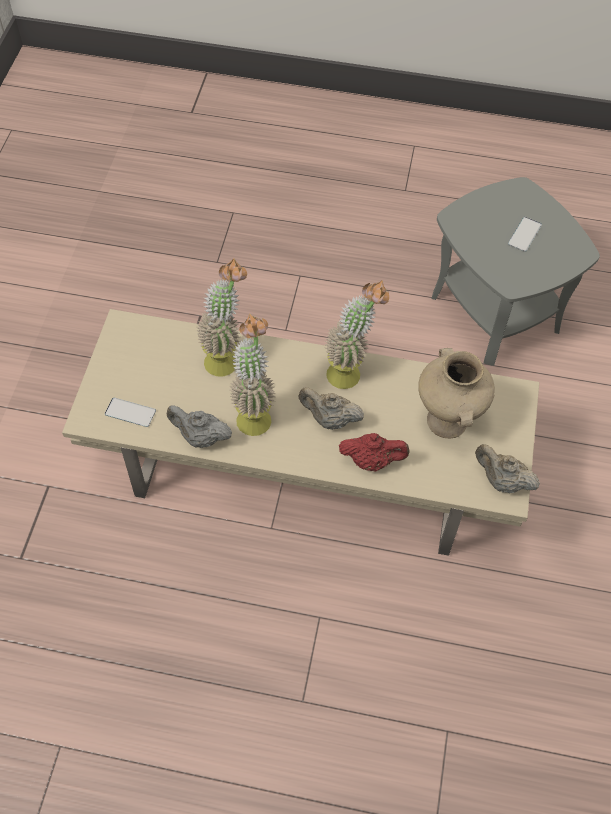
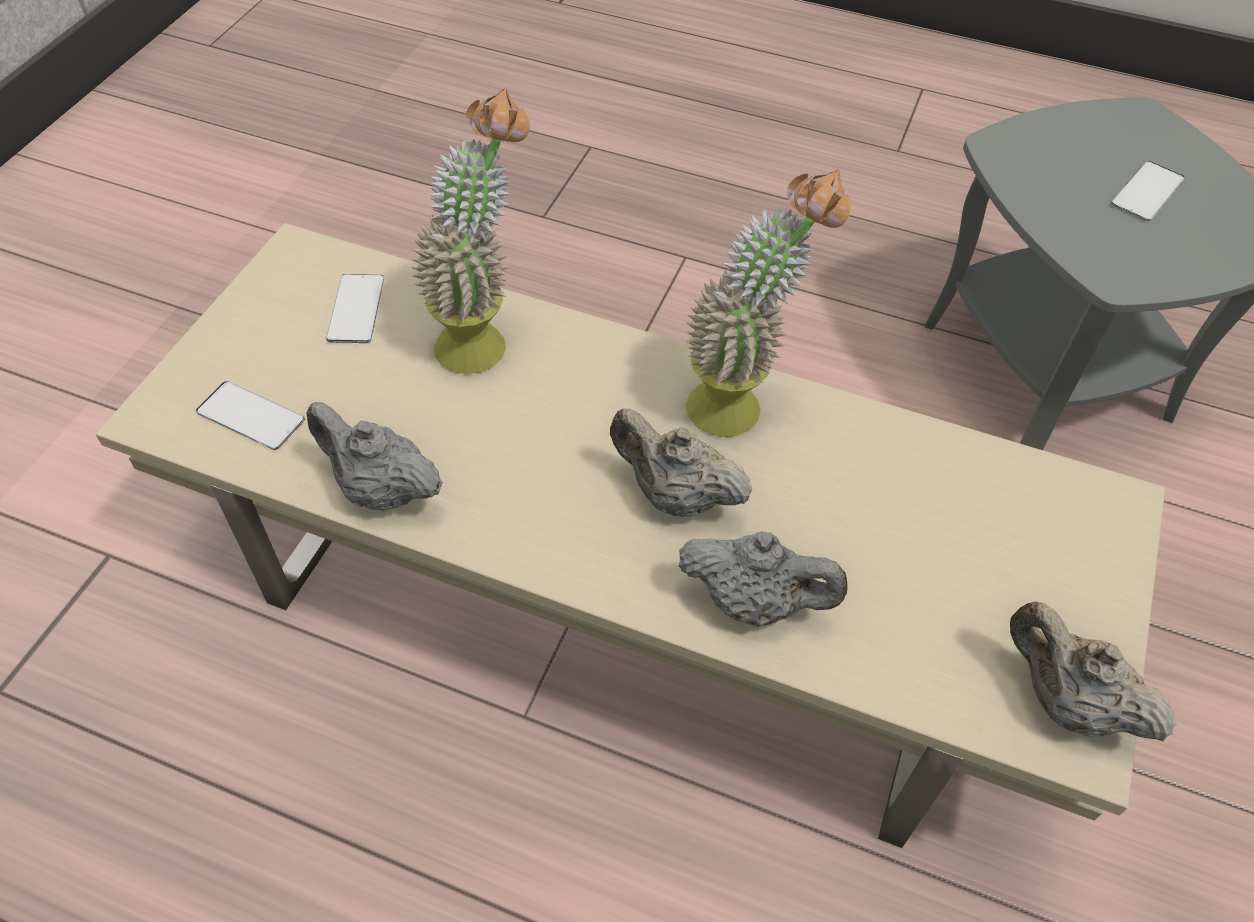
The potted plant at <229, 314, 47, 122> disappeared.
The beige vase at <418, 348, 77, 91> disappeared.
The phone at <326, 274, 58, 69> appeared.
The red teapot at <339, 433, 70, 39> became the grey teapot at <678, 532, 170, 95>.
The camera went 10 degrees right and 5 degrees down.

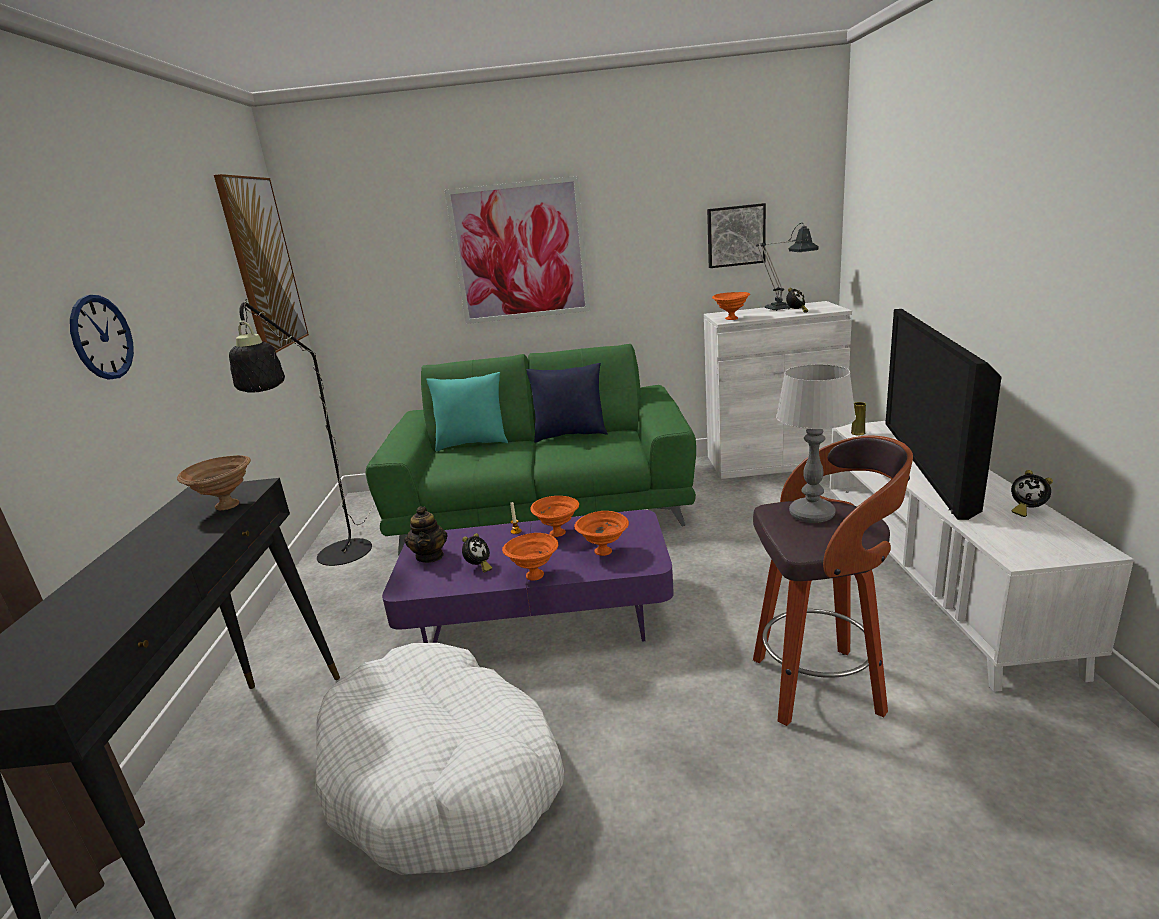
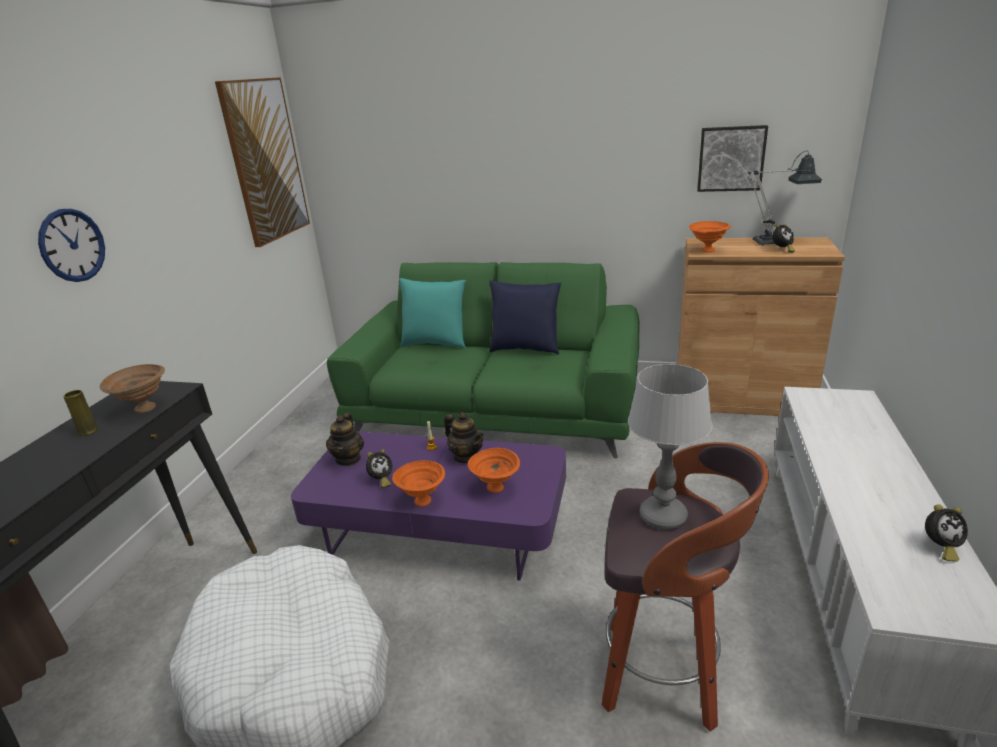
The black floor lamp at <229, 299, 146, 267> disappeared.
The picture at <445, 176, 145, 148> disappeared.
The television at <885, 309, 116, 211> disappeared.
The yellow vase moved from <851, 402, 15, 33> to <63, 390, 36, 46>.
The orange bowl at <530, 496, 49, 41> was replaced by the teapot at <444, 412, 40, 51>.
The white cabinet at <704, 301, 148, 178> became the brown cabinet at <677, 237, 168, 179>.
The alarm clock at <1011, 470, 42, 47> turned 60 degrees counterclockwise.
The camera went 15 degrees right and 5 degrees up.

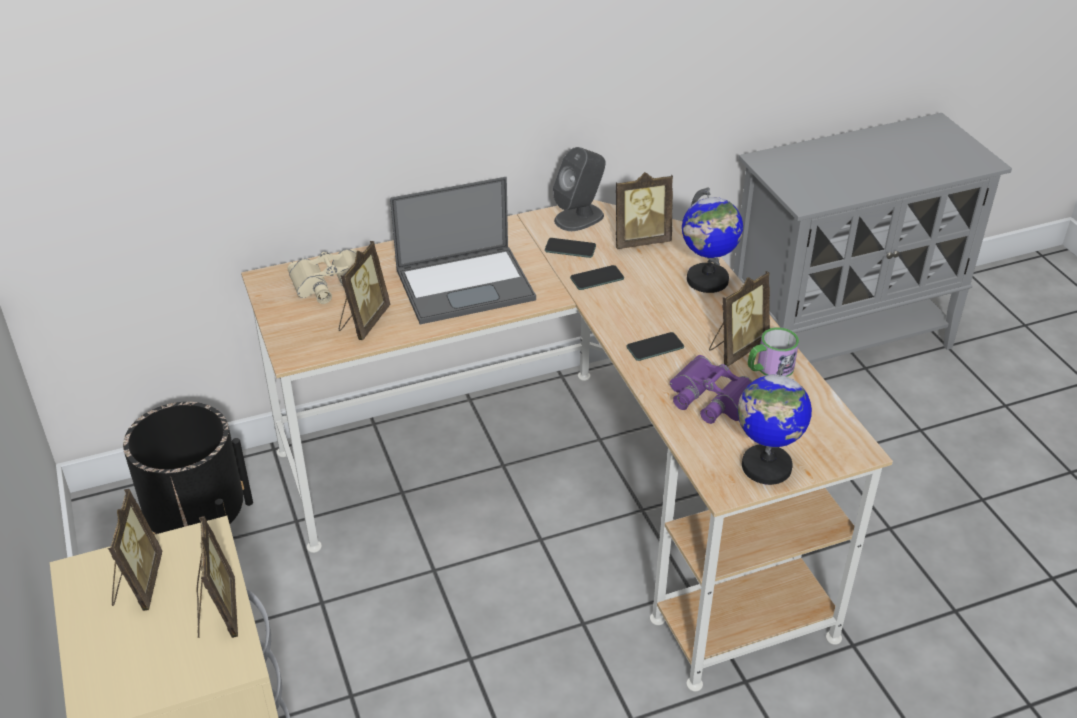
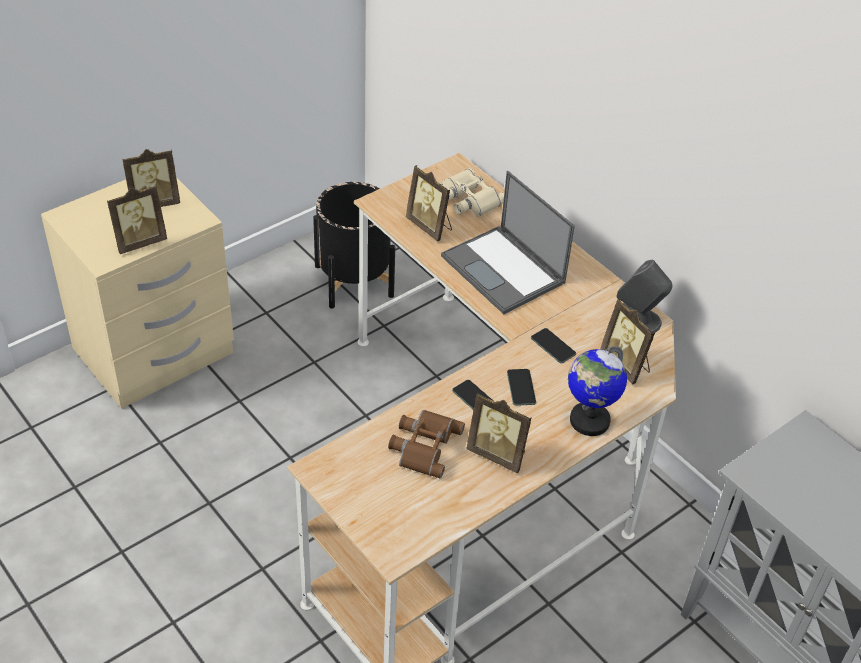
The globe at <738, 364, 74, 121> disappeared.
The mug at <748, 327, 51, 50> disappeared.
The phone moved from <545, 238, 51, 20> to <507, 369, 29, 37>.
The purple binoculars at <670, 355, 82, 69> became the brown binoculars at <388, 410, 77, 68>.
The picture frame at <339, 241, 51, 99> turned 45 degrees clockwise.
The camera went 70 degrees right and 5 degrees up.

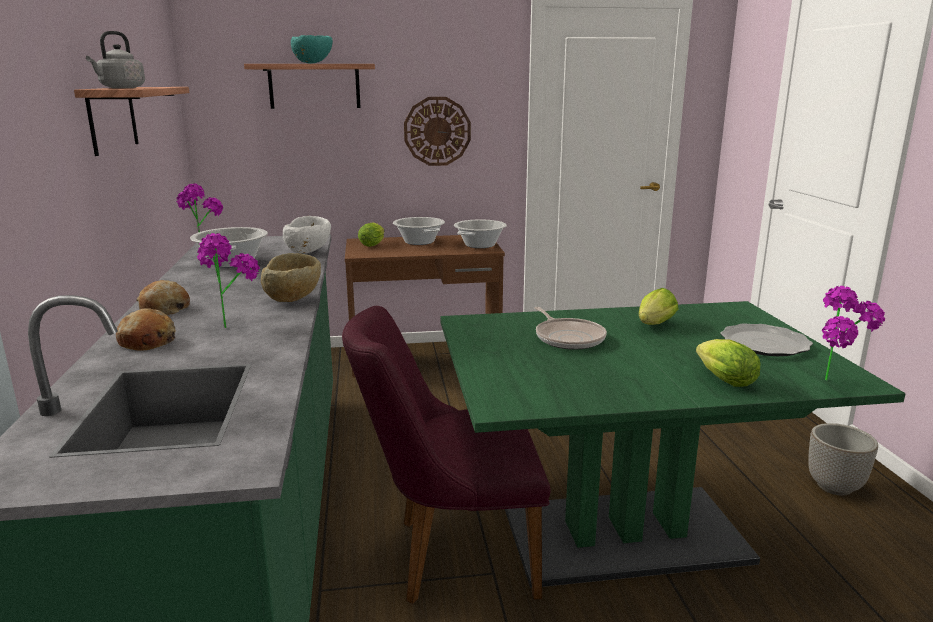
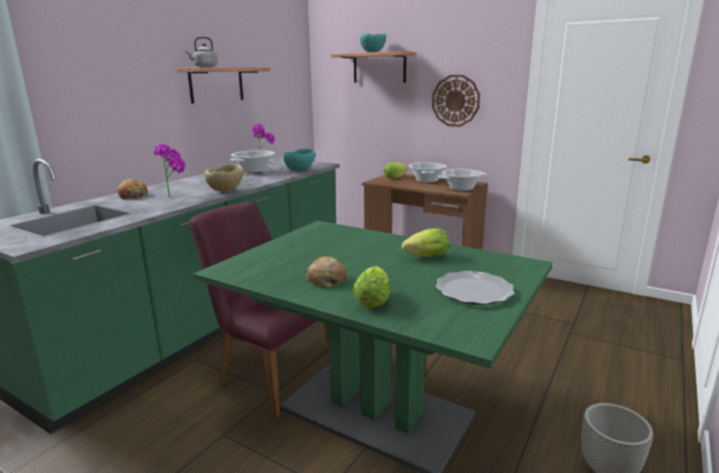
The frying pan at <534, 307, 73, 43> disappeared.
The potted plant at <822, 286, 63, 94> disappeared.
The bread moved from <136, 280, 54, 35> to <307, 256, 39, 32>.
The white bowl at <283, 216, 48, 38> became the turquoise bowl at <283, 149, 32, 23>.
The camera went 40 degrees right and 0 degrees up.

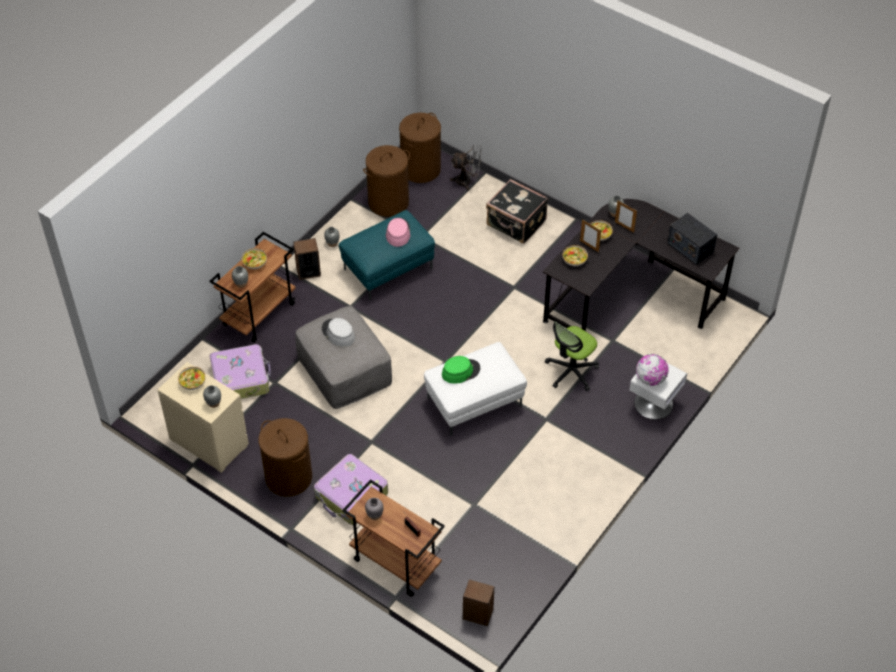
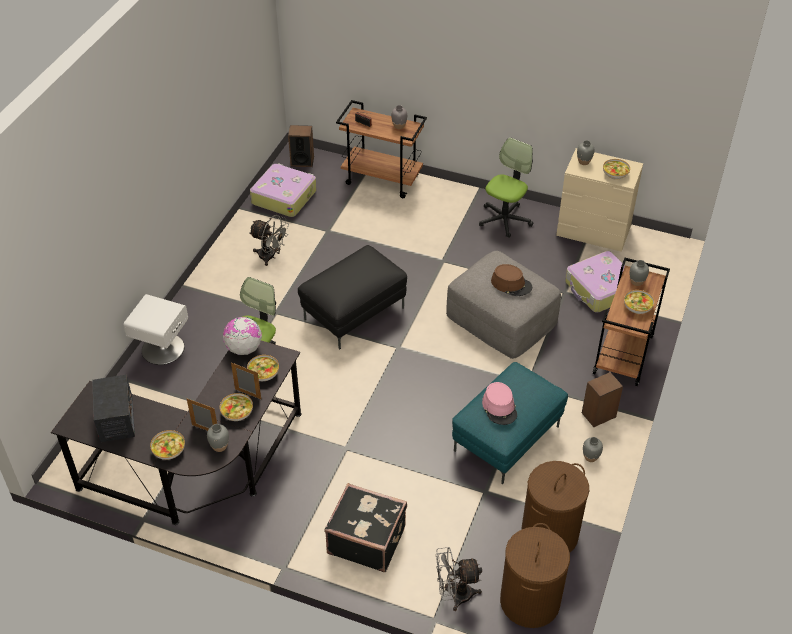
The green hat at <442, 356, 38, 28> disappeared.
The bowl at <150, 430, 35, 30> appeared.
The grey fan at <249, 215, 40, 51> appeared.
The suitcase moved from <314, 454, 74, 71> to <250, 163, 66, 54>.
The globe moved from <636, 354, 33, 32> to <223, 317, 39, 38>.
The brown laundry basket at <258, 418, 54, 79> was replaced by the office chair at <479, 138, 54, 100>.
The grey hat at <322, 318, 33, 29> became the brown hat at <491, 264, 41, 32>.
The white ottoman at <424, 342, 103, 94> became the black ottoman at <298, 245, 109, 104>.
The radio at <667, 213, 50, 52> turned 45 degrees clockwise.
The camera went 165 degrees right and 5 degrees down.

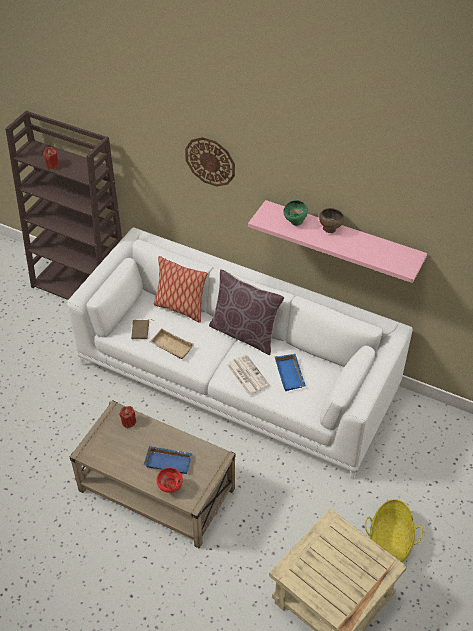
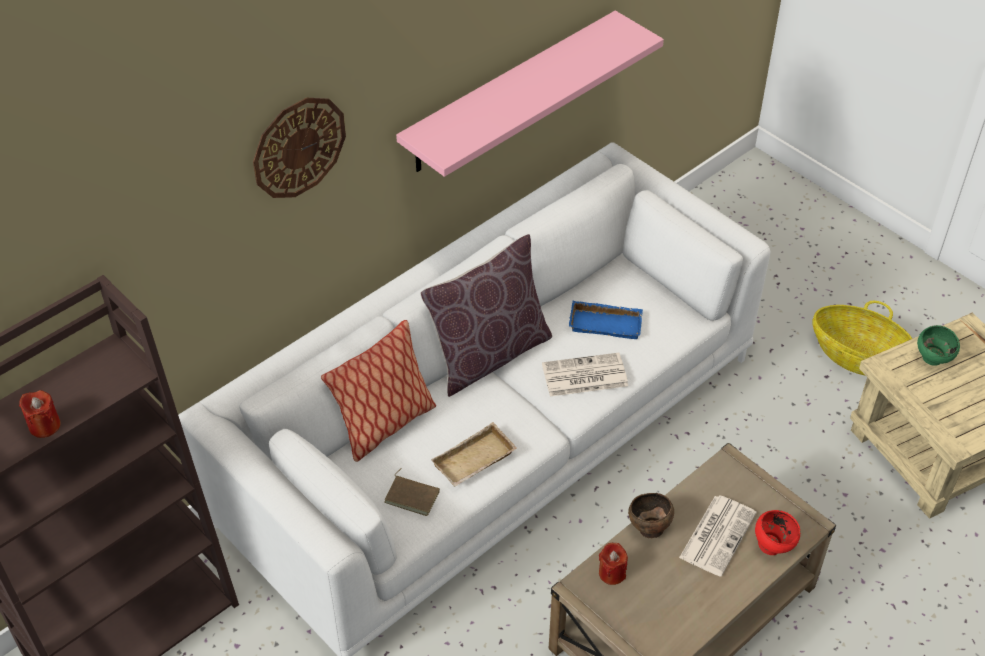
The green bowl moved from <283, 200, 25, 26> to <917, 325, 43, 41>.
The brown bowl moved from <319, 208, 25, 25> to <628, 493, 46, 45>.
The blue tray at <144, 446, 49, 28> was replaced by the newspaper at <679, 495, 78, 81>.
The camera went 70 degrees left and 0 degrees up.

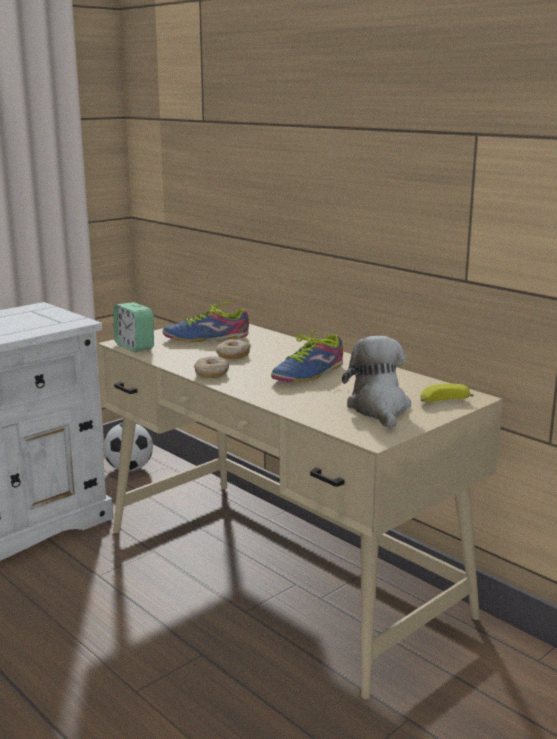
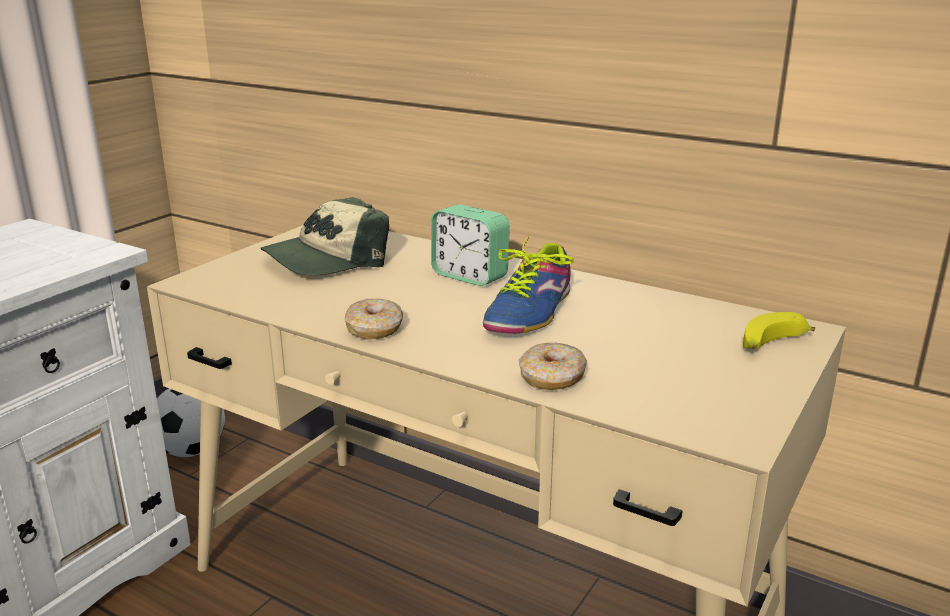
The plush toy at <342, 336, 69, 92> disappeared.
The alarm clock moved from <113, 302, 41, 50> to <431, 204, 79, 82>.
The donut moved from <216, 340, 34, 19> to <519, 343, 68, 47>.
The shoe at <163, 301, 86, 41> was replaced by the cap at <260, 197, 129, 79>.
The camera went 15 degrees left and 5 degrees up.

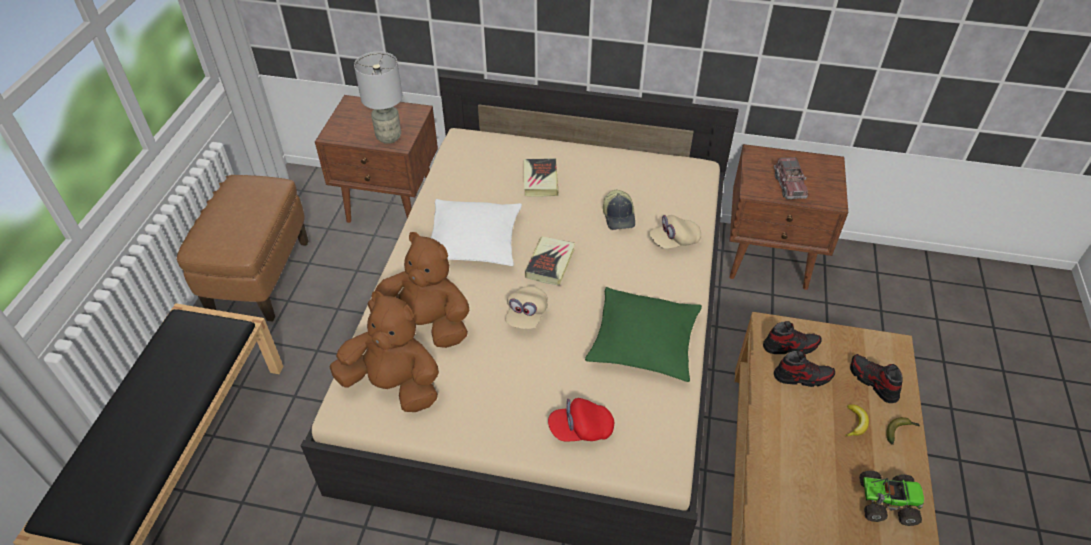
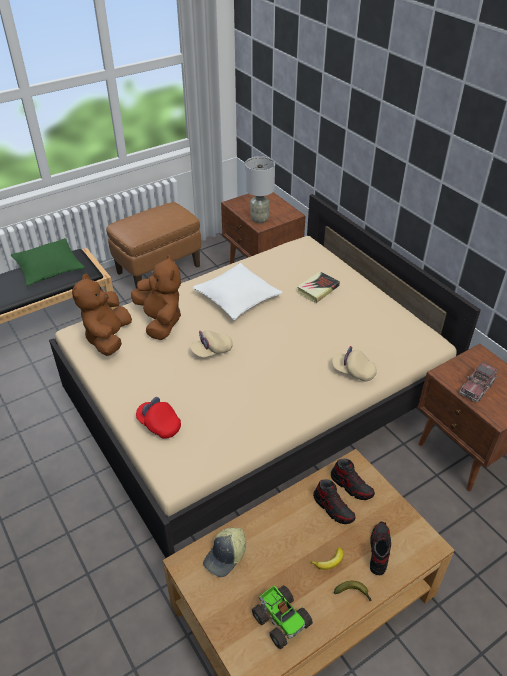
The book at <525, 236, 50, 49> disappeared.
The green pillow moved from <585, 287, 117, 95> to <11, 238, 74, 48>.
The cap moved from <603, 190, 32, 40> to <203, 528, 43, 49>.
The brown plush toy at <330, 291, 109, 121> turned 150 degrees counterclockwise.
The camera went 45 degrees right and 5 degrees down.

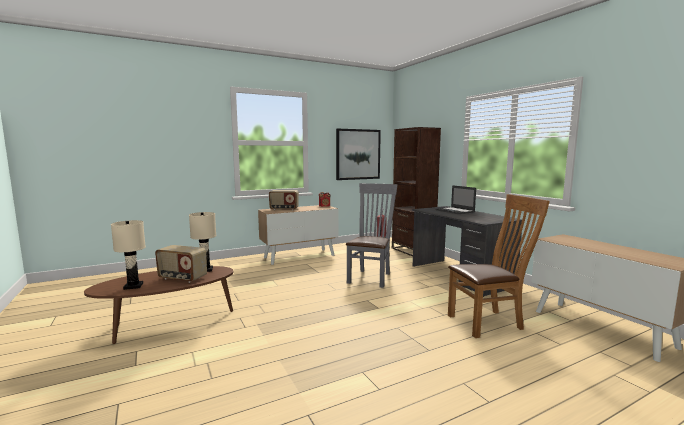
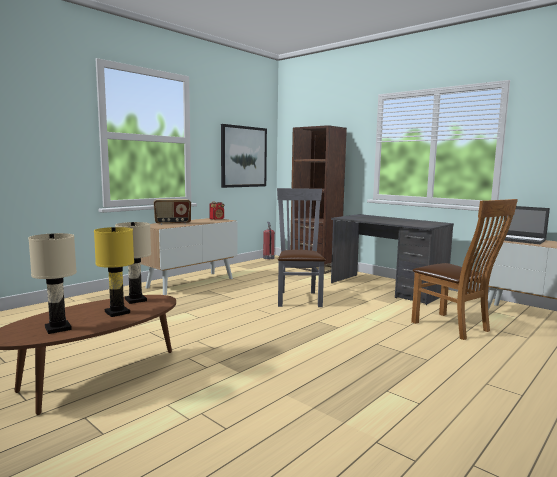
The laptop moved from <435, 185, 41, 29> to <496, 206, 54, 38>.
The radio at <155, 245, 52, 38> was replaced by the yellow table lamp at <94, 227, 40, 90>.
The brown chair at <448, 194, 102, 144> turned 90 degrees clockwise.
The camera went 20 degrees left and 0 degrees up.

